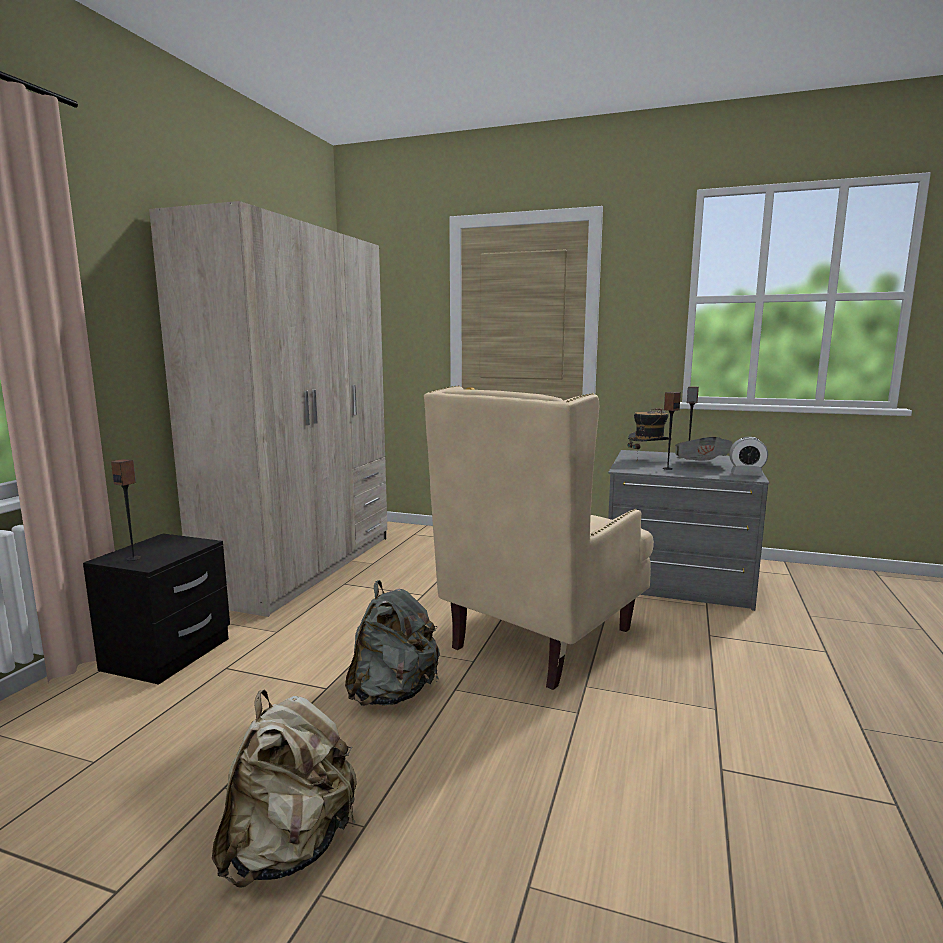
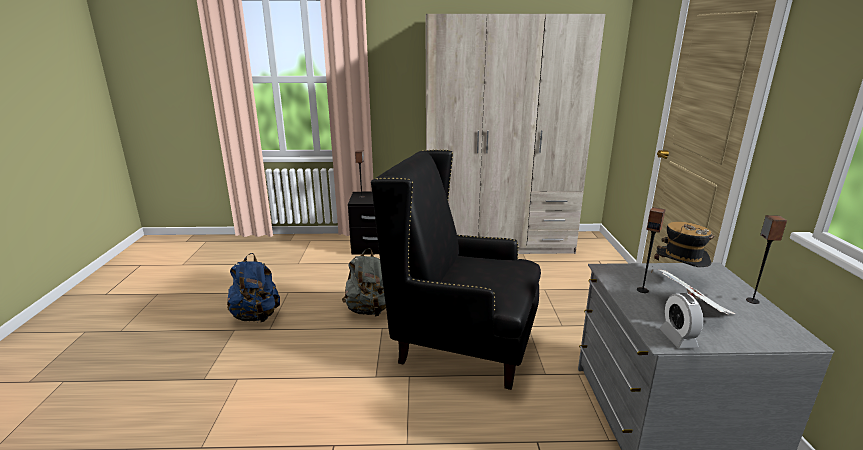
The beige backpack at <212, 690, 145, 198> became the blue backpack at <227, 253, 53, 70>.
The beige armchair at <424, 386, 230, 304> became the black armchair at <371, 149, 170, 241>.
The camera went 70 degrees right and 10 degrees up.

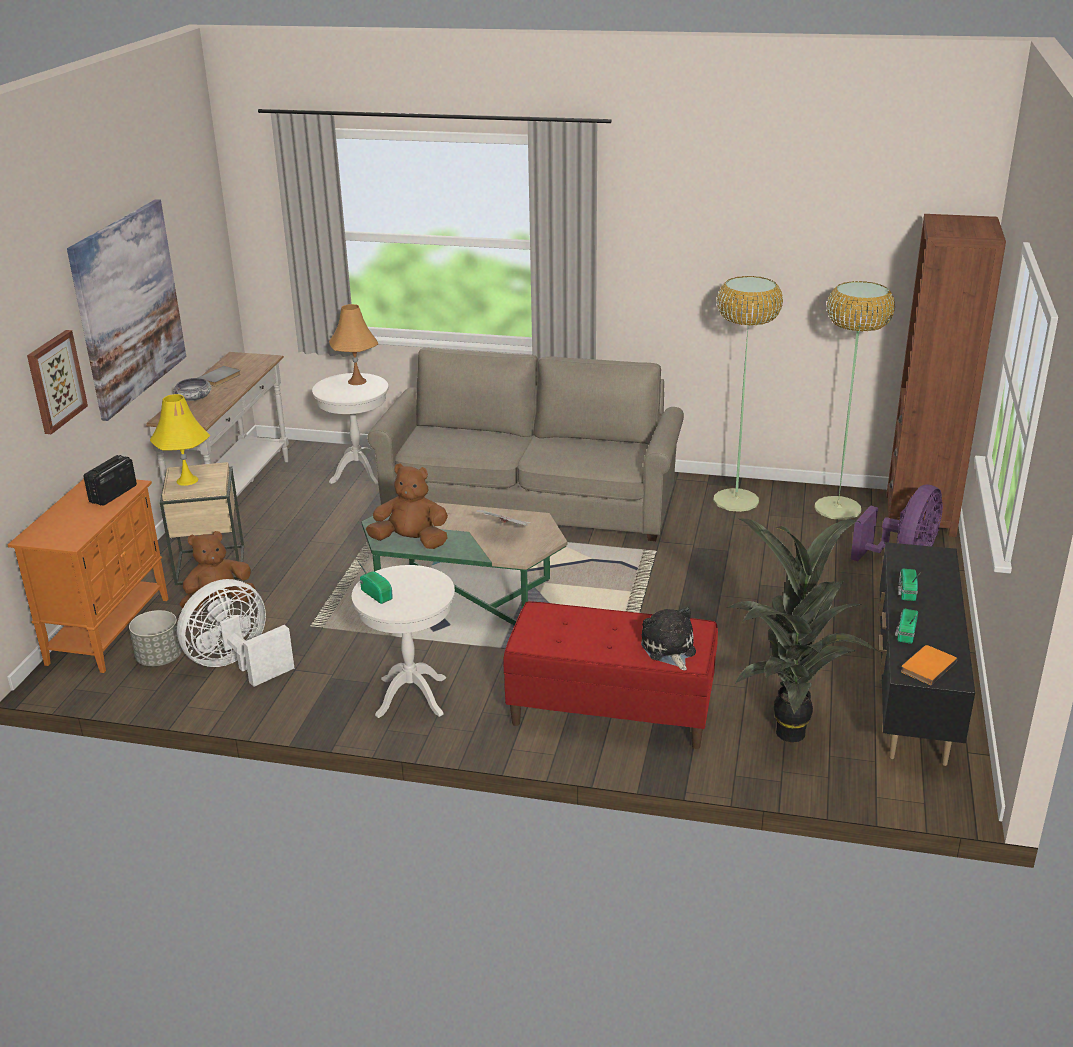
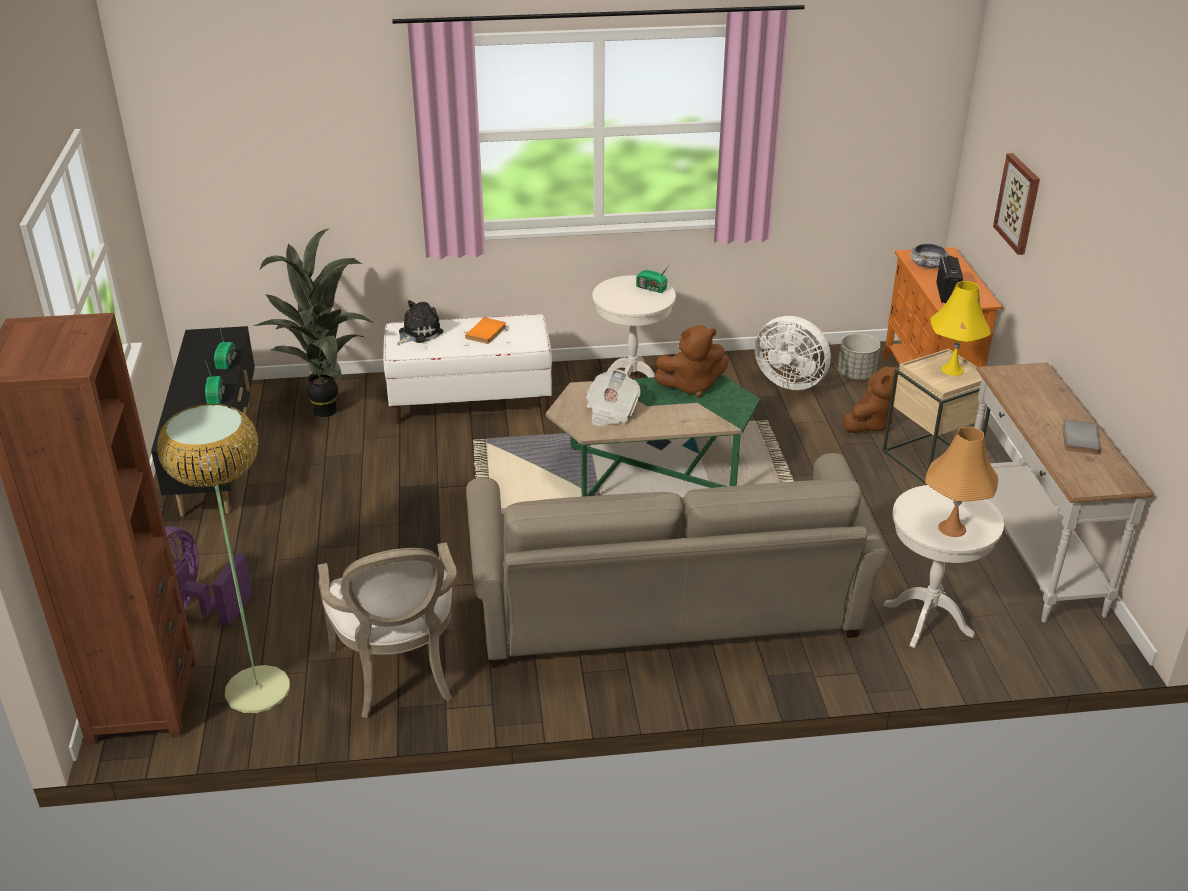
The picture at <67, 199, 119, 222> disappeared.
The bowl moved from <174, 378, 38, 23> to <910, 244, 39, 24>.
The orange book moved from <901, 645, 56, 40> to <465, 317, 41, 27>.
The floor lamp at <713, 276, 70, 236> was replaced by the armchair at <318, 542, 139, 176>.
The red bench at <503, 601, 215, 148> became the white bench at <383, 314, 169, 110>.
The white fan at <177, 579, 117, 108> turned 90 degrees clockwise.
The plush toy at <641, 607, 55, 64> turned 105 degrees counterclockwise.
The camera went 160 degrees right and 5 degrees up.

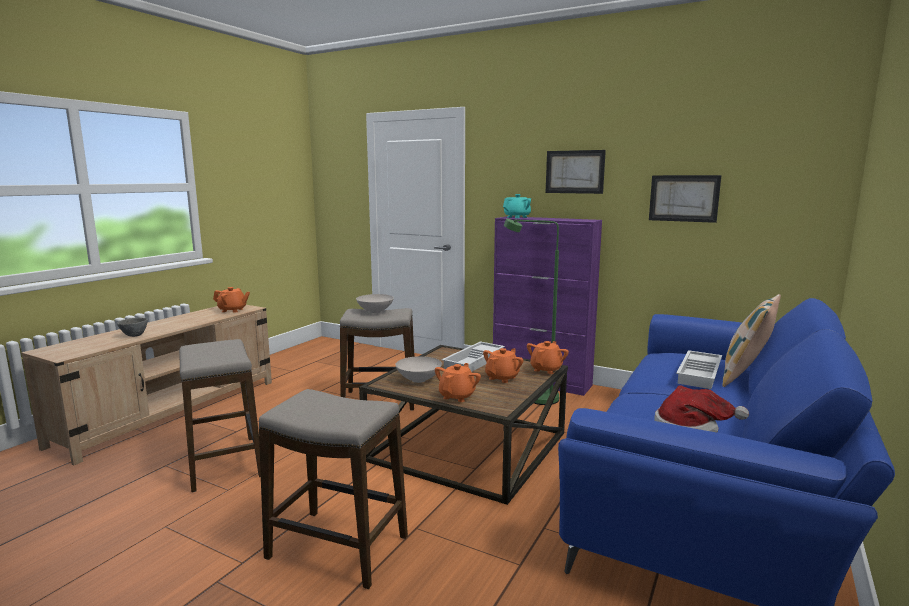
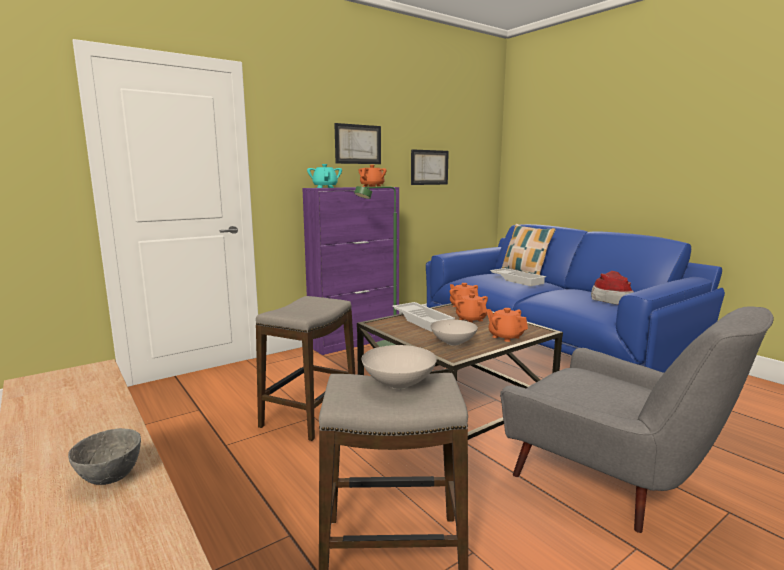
The orange teapot moved from <213, 287, 37, 26> to <359, 165, 27, 22>.
The white bowl moved from <356, 294, 38, 19> to <362, 345, 75, 44>.
The stool at <259, 389, 149, 200> was replaced by the grey armchair at <500, 306, 274, 227>.
The camera went 65 degrees left and 0 degrees up.

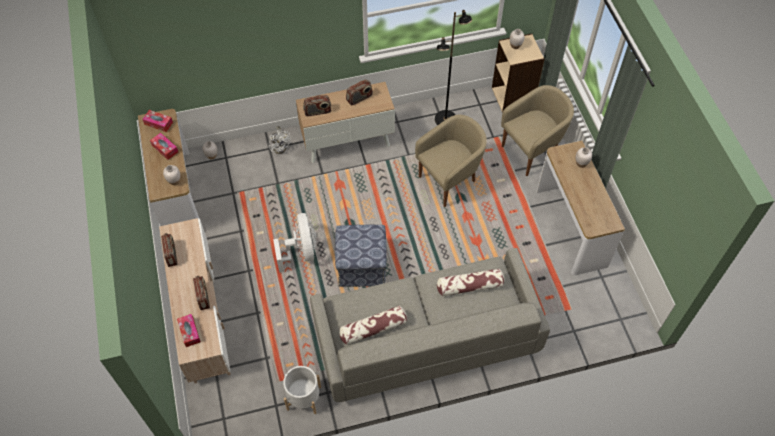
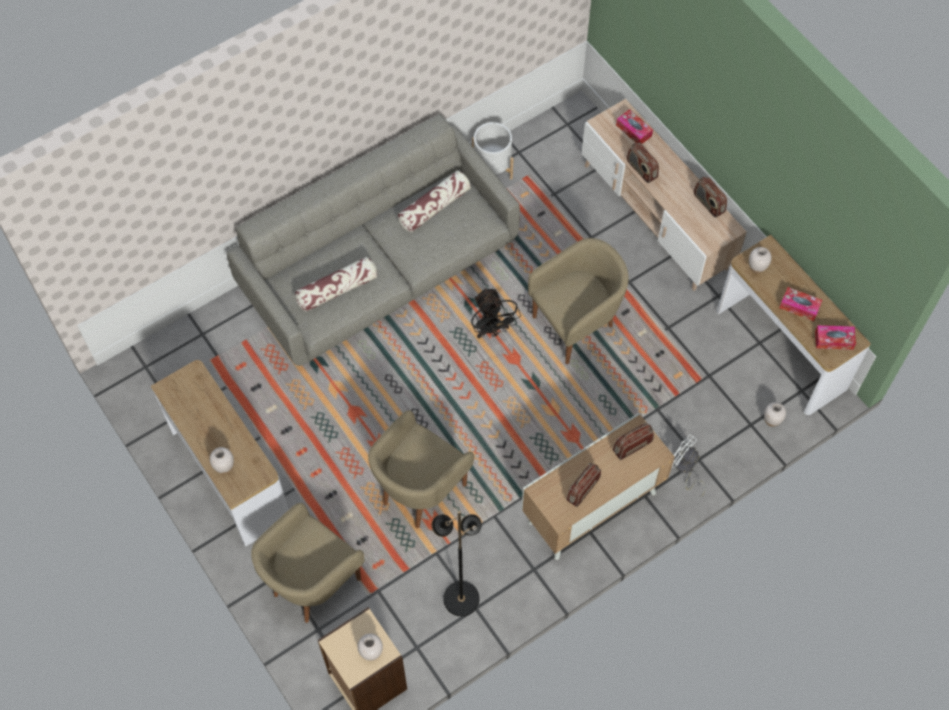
The white fan at <273, 213, 43, 60> was replaced by the beige armchair at <528, 238, 101, 126>.
The ottoman at <335, 225, 52, 62> was replaced by the black fan at <471, 288, 50, 50>.
The camera went 160 degrees right and 5 degrees up.

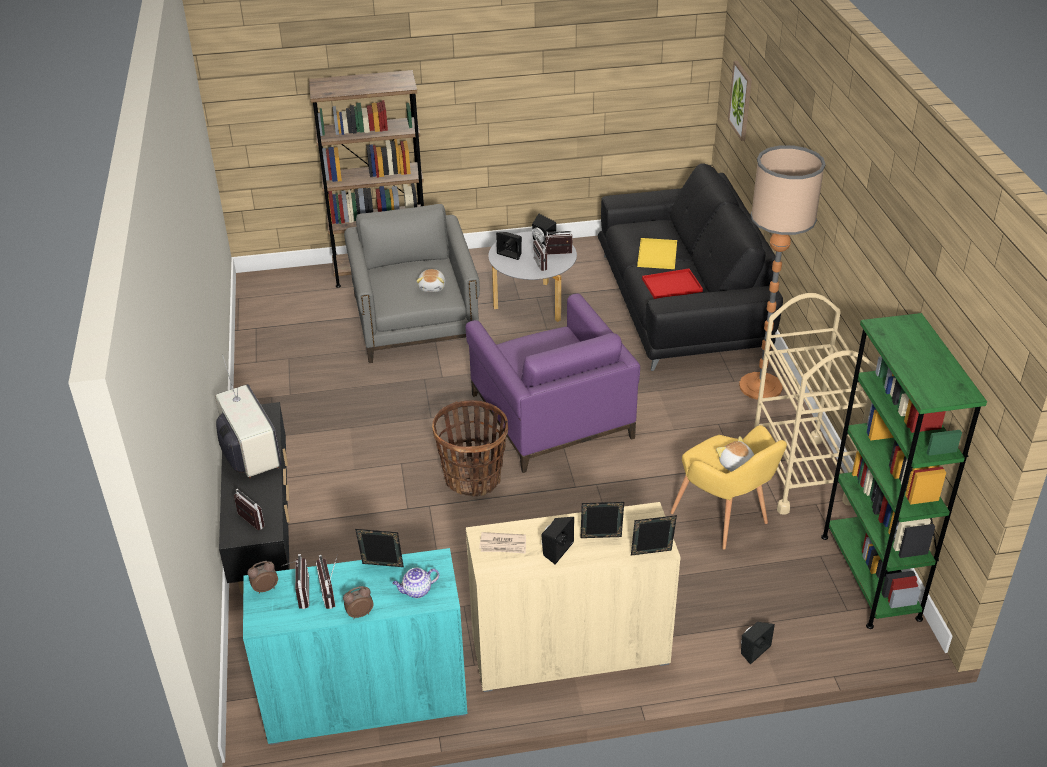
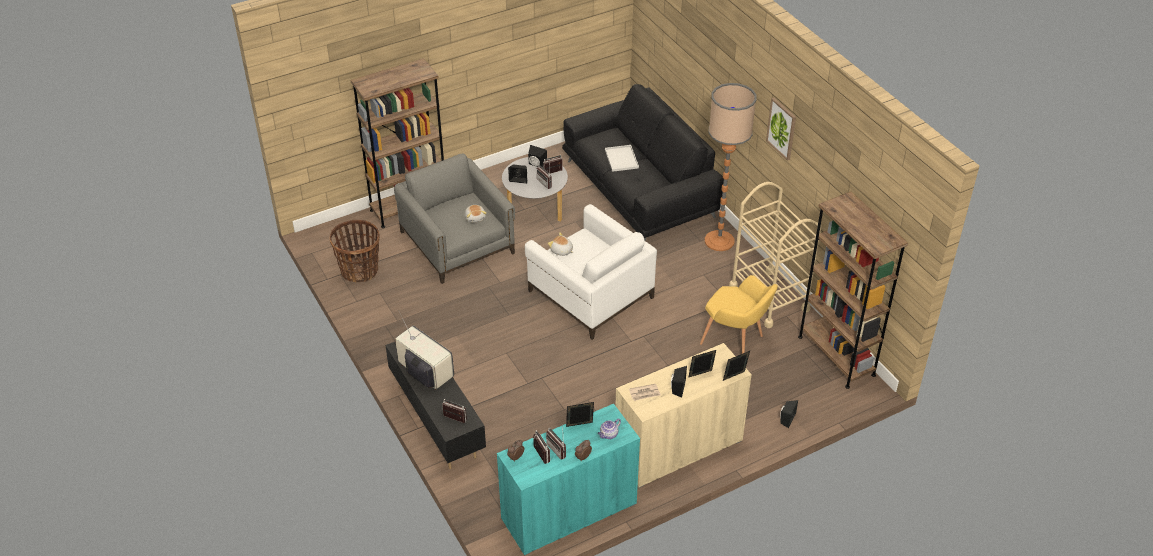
The red tray at <642, 268, 61, 31> disappeared.
The basket moved from <432, 400, 76, 97> to <330, 220, 50, 62>.
The plush toy moved from <716, 436, 38, 36> to <548, 232, 25, 24>.
The picture moved from <728, 61, 24, 80> to <766, 98, 30, 63>.
The purple armchair at <466, 293, 174, 180> became the white armchair at <525, 204, 132, 136>.
The yellow tray at <637, 238, 40, 31> became the white tray at <605, 145, 34, 27>.
The green bookcase at <821, 313, 166, 316> became the brown bookcase at <798, 192, 110, 197>.
The camera went 20 degrees left and 5 degrees up.

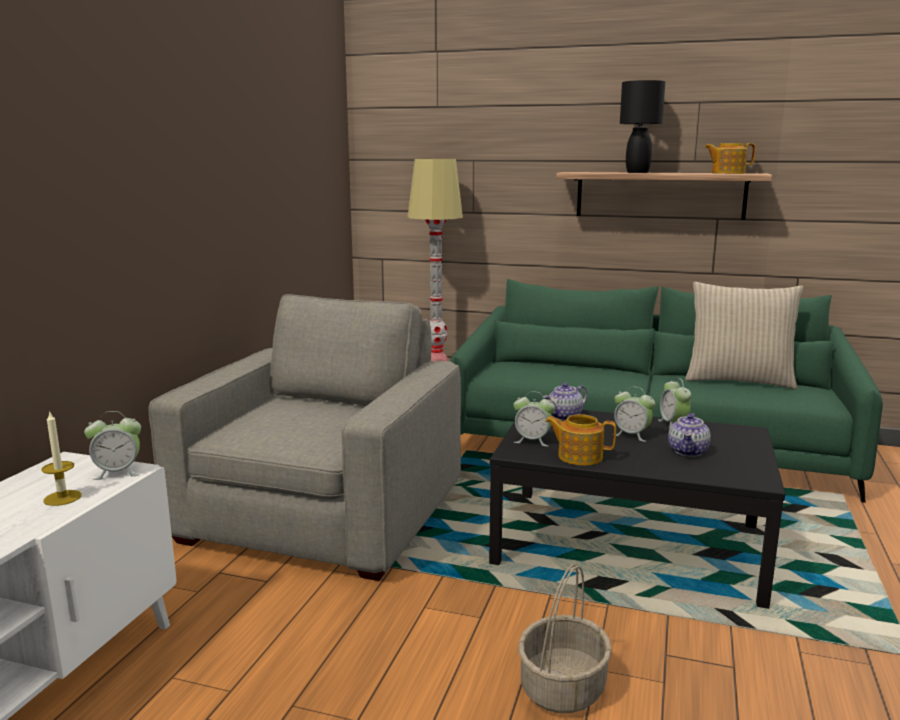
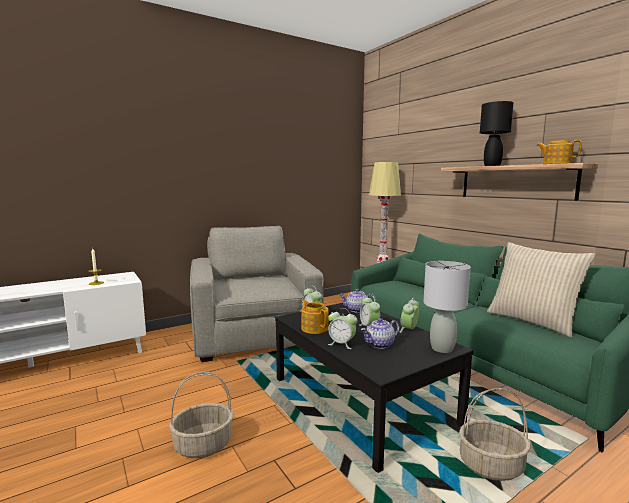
The grey table lamp at <424, 261, 47, 92> appeared.
The basket at <459, 388, 72, 93> appeared.
The alarm clock moved from <84, 411, 57, 69> to <328, 308, 29, 41>.
The grey armchair at <148, 294, 313, 287> turned 75 degrees counterclockwise.
The camera went 40 degrees right and 5 degrees down.

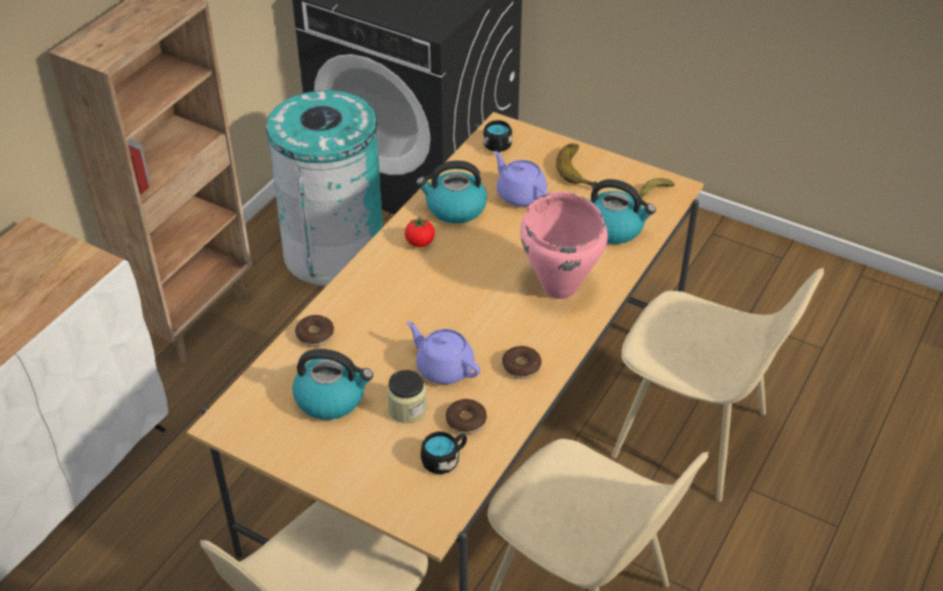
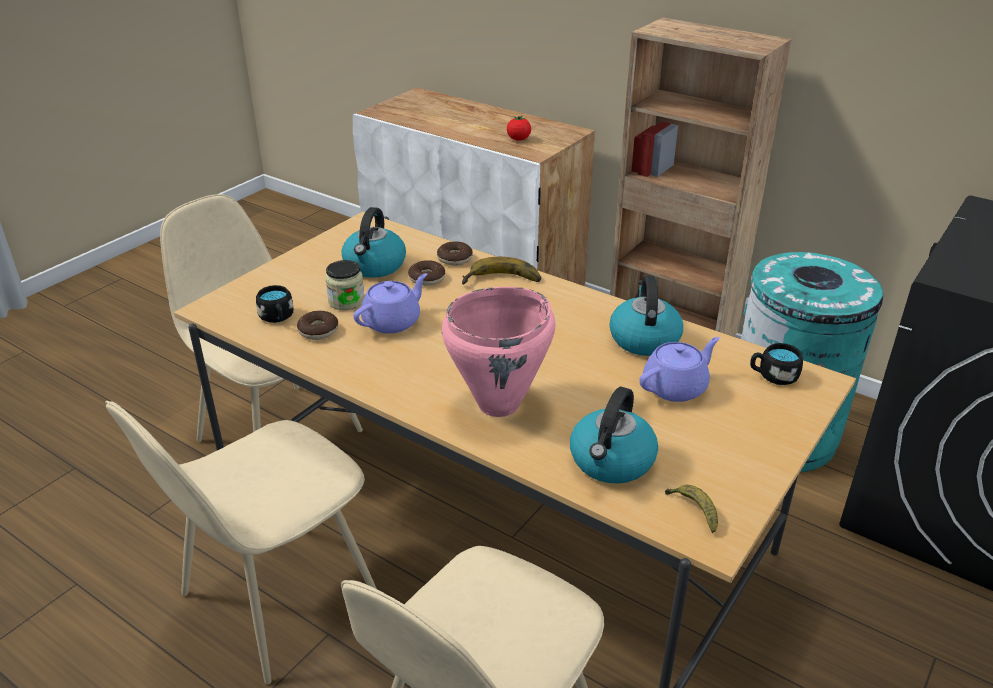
The tomato moved from <405, 216, 30, 31> to <507, 115, 24, 26>.
The donut moved from <502, 346, 40, 33> to <408, 260, 37, 26>.
The banana moved from <556, 143, 41, 45> to <462, 257, 79, 28>.
The camera went 95 degrees right and 10 degrees down.

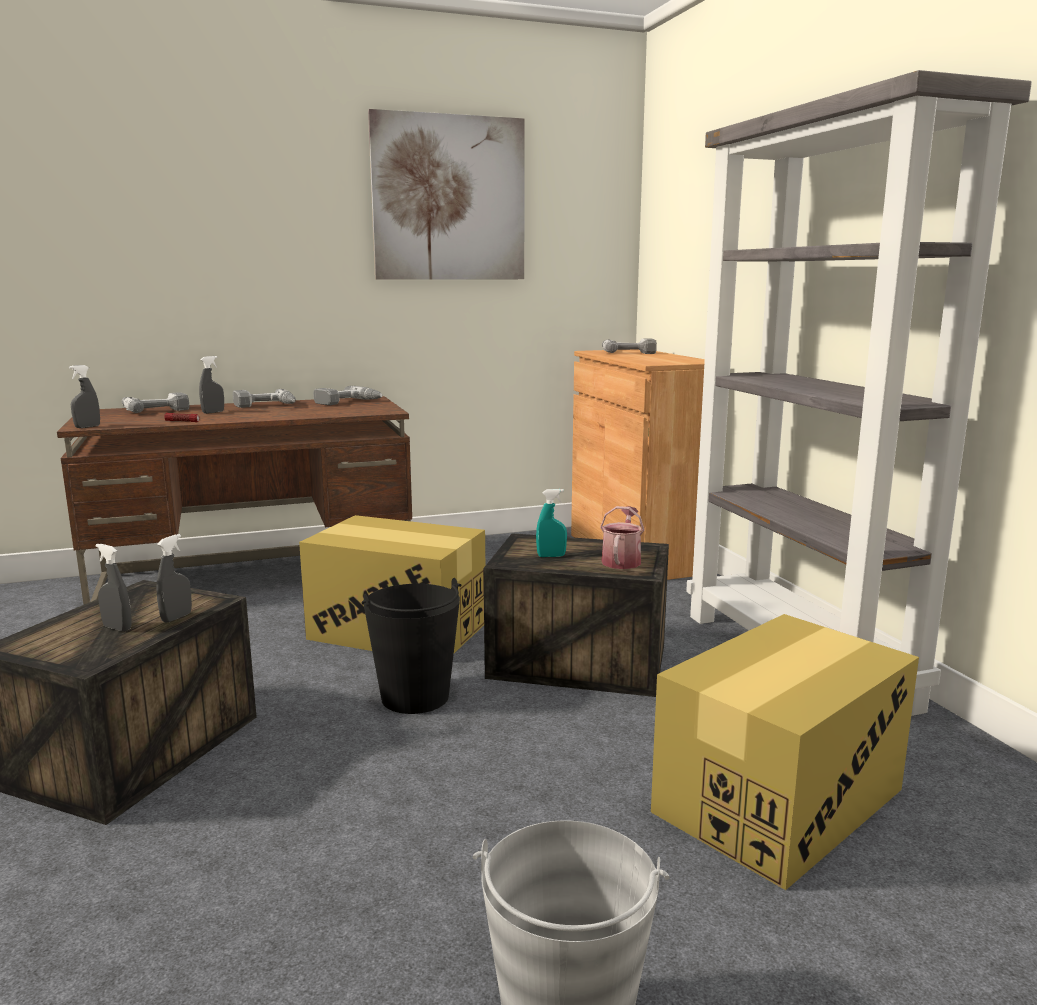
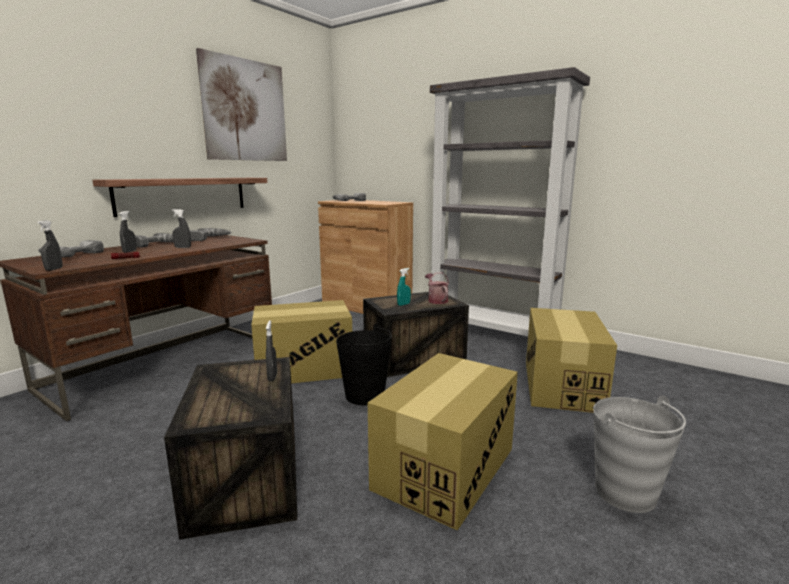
The shelf at <92, 178, 175, 39> appeared.
The cardboard box at <368, 353, 150, 178> appeared.
The grey spray bottle moved from <96, 544, 36, 87> to <172, 209, 19, 39>.
The camera went 35 degrees left and 0 degrees up.

